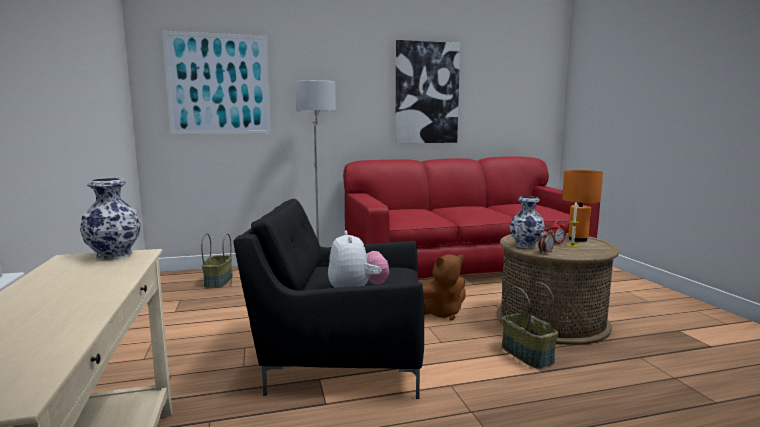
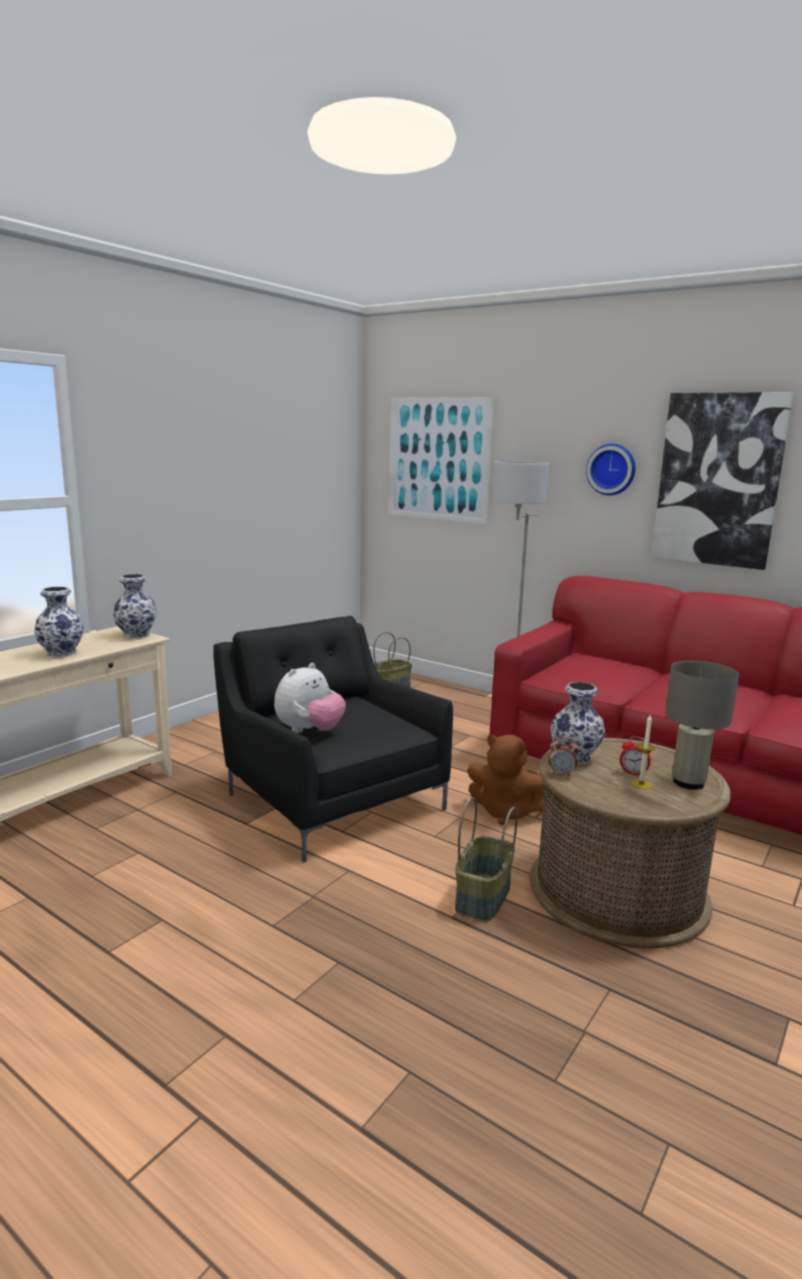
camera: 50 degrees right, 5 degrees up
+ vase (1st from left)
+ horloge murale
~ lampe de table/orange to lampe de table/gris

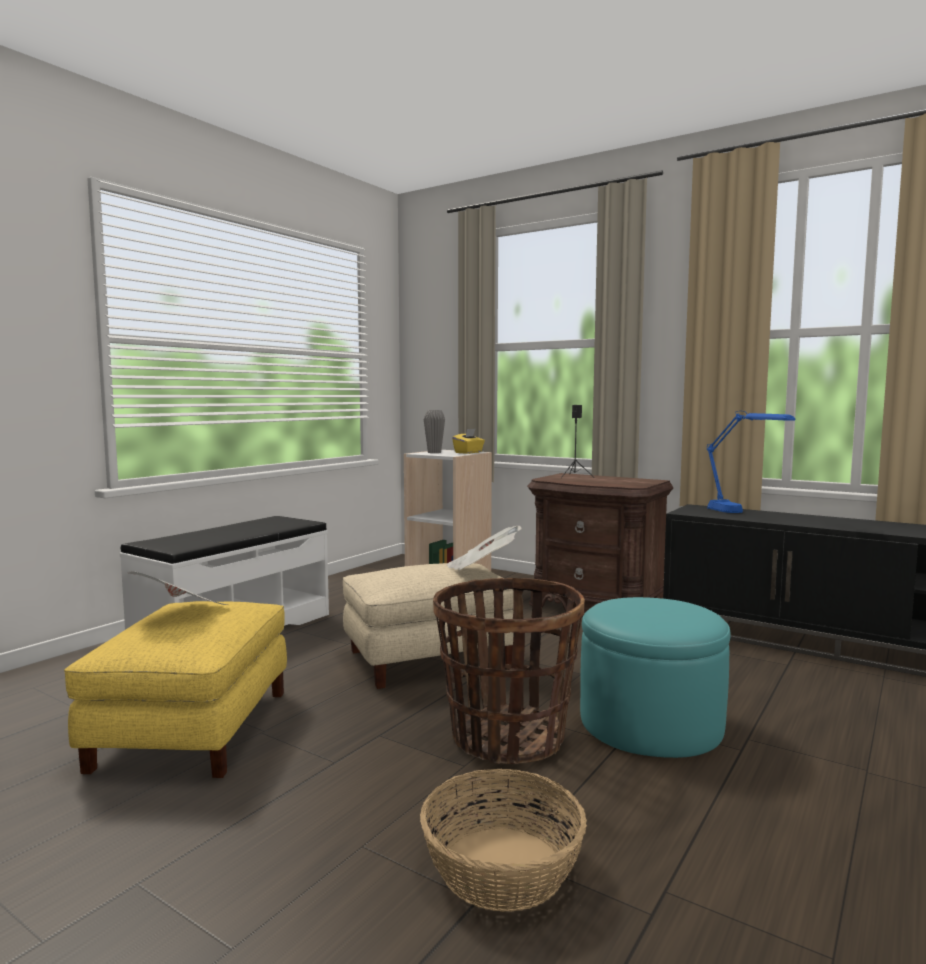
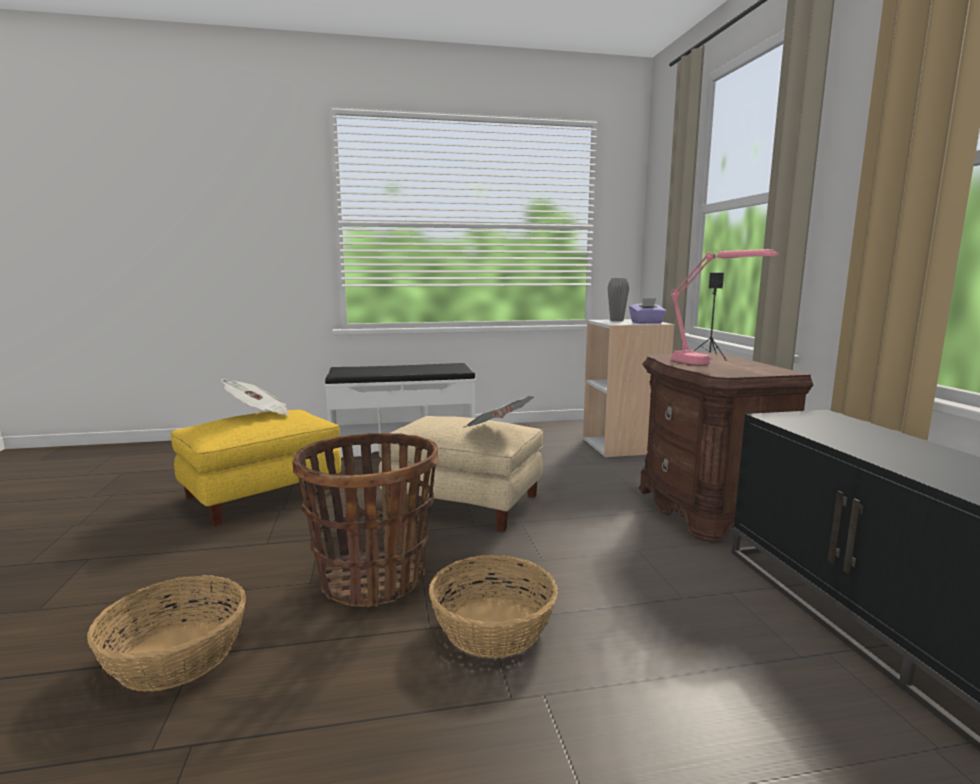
camera: 45 degrees right, 5 degrees up
~ pouf/turquoise to panier (3rd from left)
~ boîte à mouchoirs/jaune to boîte à mouchoirs/violet
+ lampe de table/rose
- lampe de table/bleu

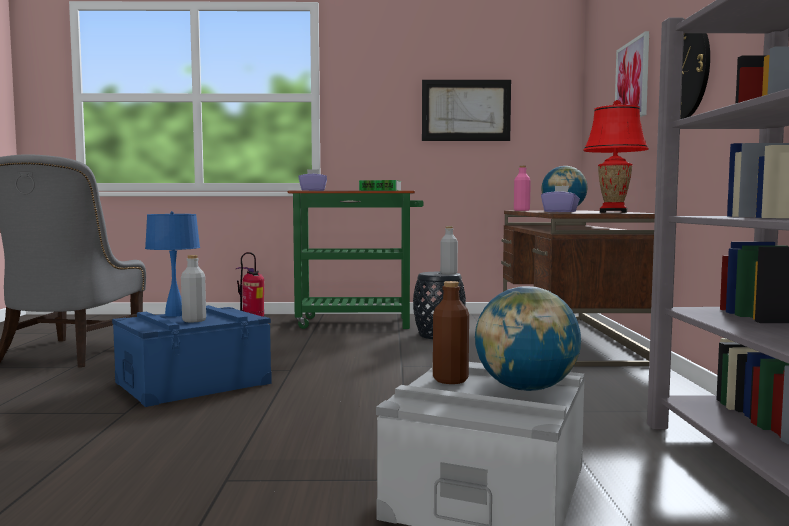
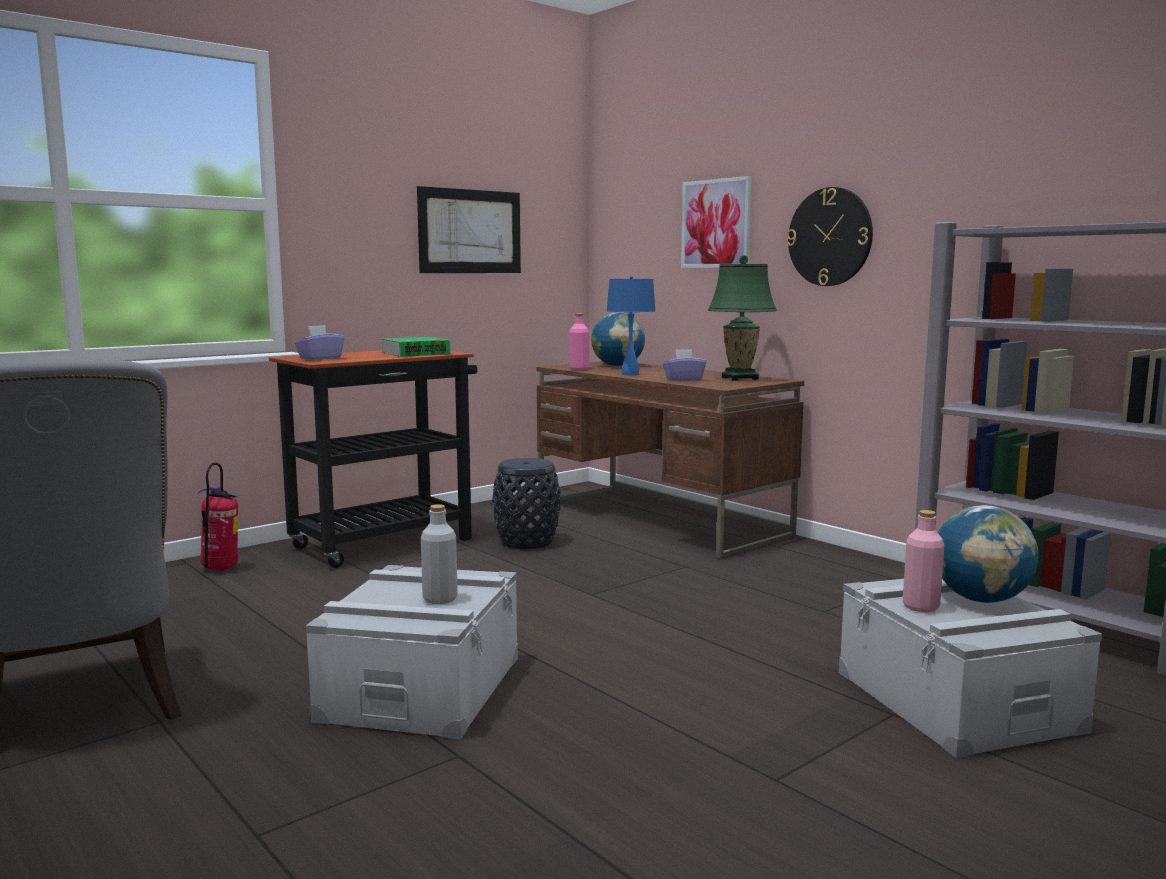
camera: 40 degrees left, 5 degrees up
~ chariot/vert to chariot/noir
~ boîte de rangement/bleu to boîte de rangement/gris (1st from left)
~ lampe de table/bleu
~ lampe de table/rouge to lampe de table/vert
~ bouteille/marron to bouteille/rose (2nd from left)
- bouteille/gris (2nd from left)

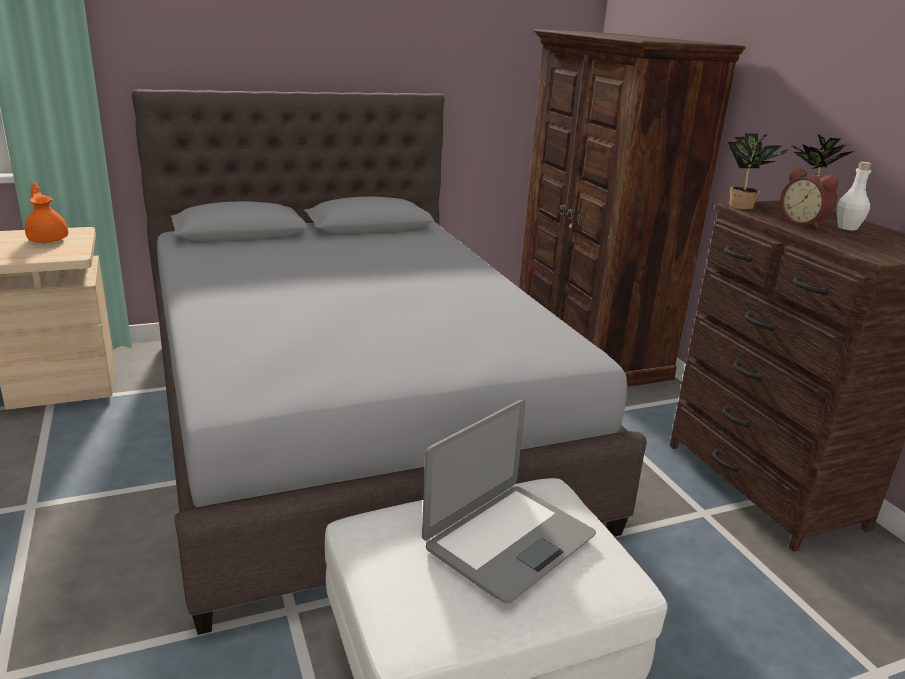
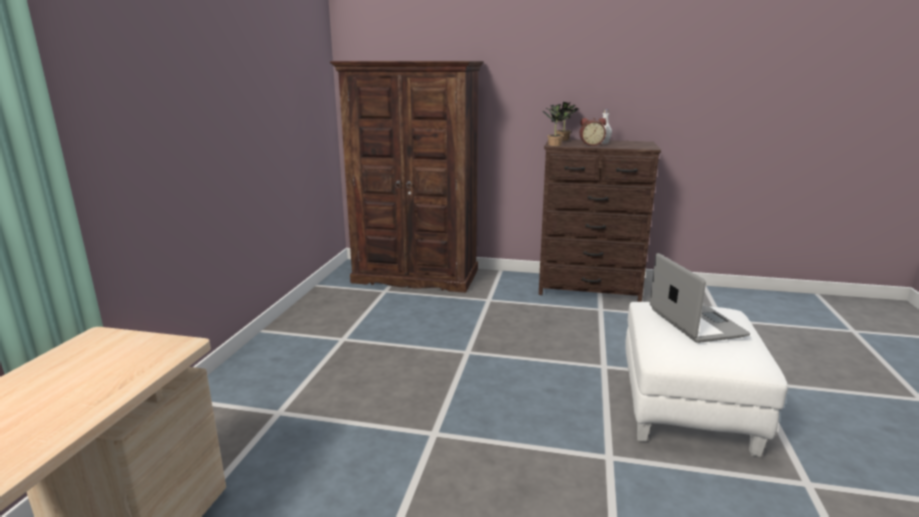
camera: 55 degrees left, 5 degrees down
- théière/orange
- lit/gris

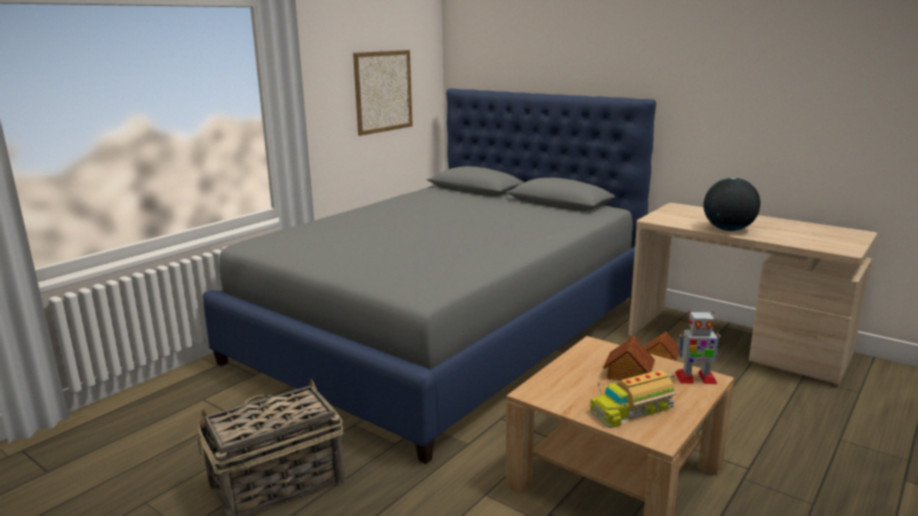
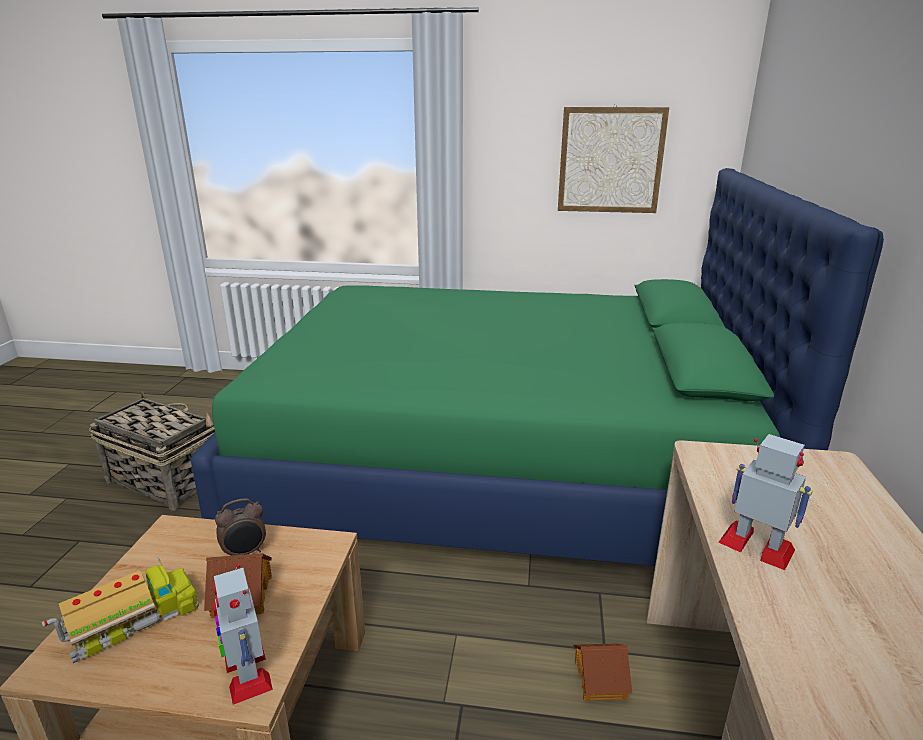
camera: 60 degrees right, 5 degrees up
~ camion jouet 105 degrees clockwise
~ lit/gris to lit/vert
+ réveil
~ globe to robot jouet (2nd from left)

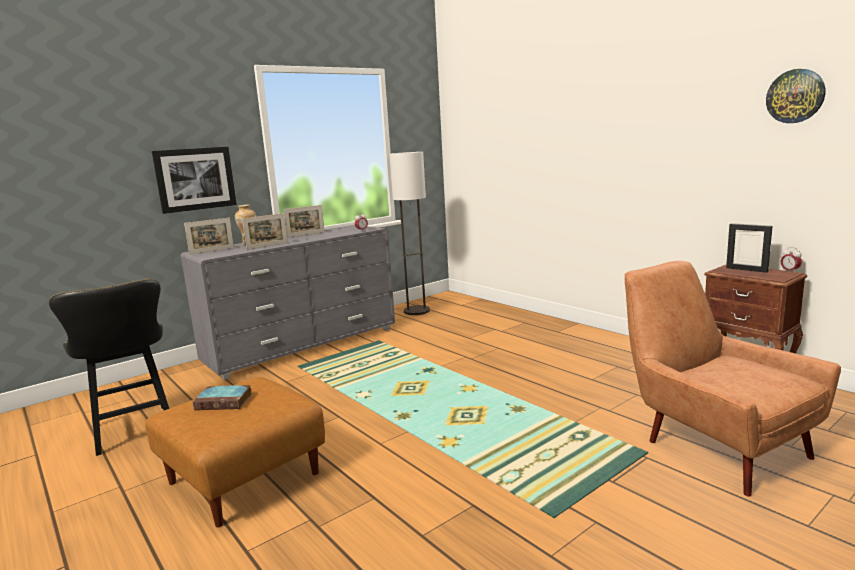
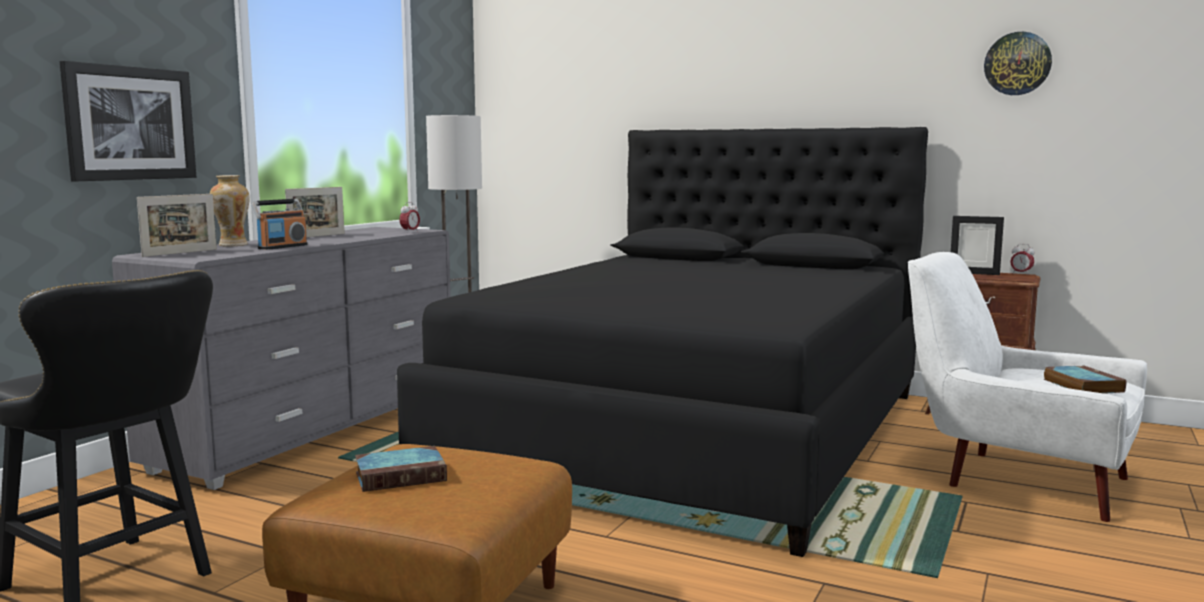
camera: 25 degrees left, 5 degrees down
~ cadre photo (2nd from left) to radio
+ lit/noir
~ fauteuil/marron to fauteuil/blanc
+ livre (2nd from left)

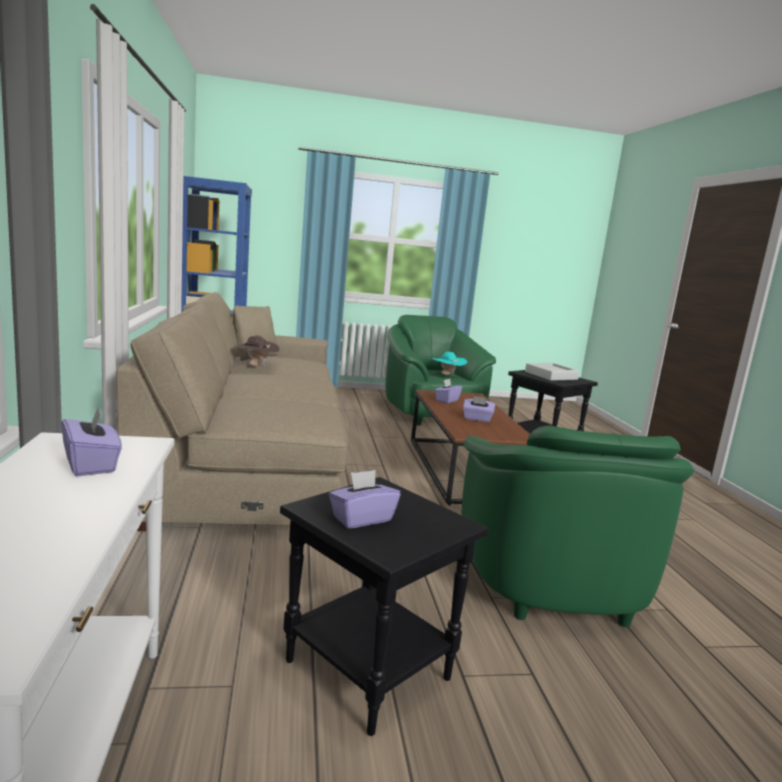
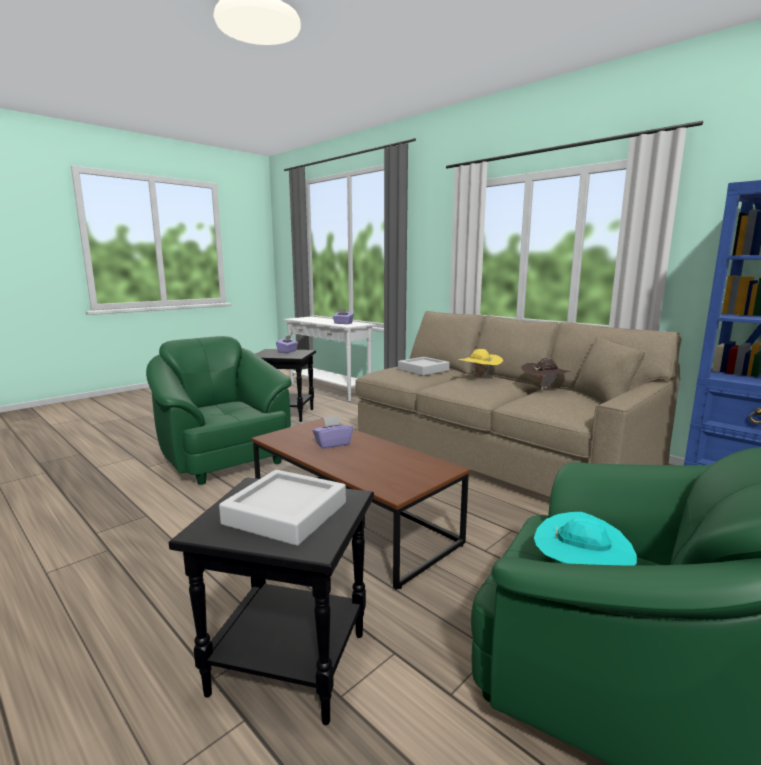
camera: 145 degrees right, 0 degrees up
+ plateau/gris (2nd from left)
+ chapeau/jaune
- boîte à mouchoirs/violet (3rd from left)

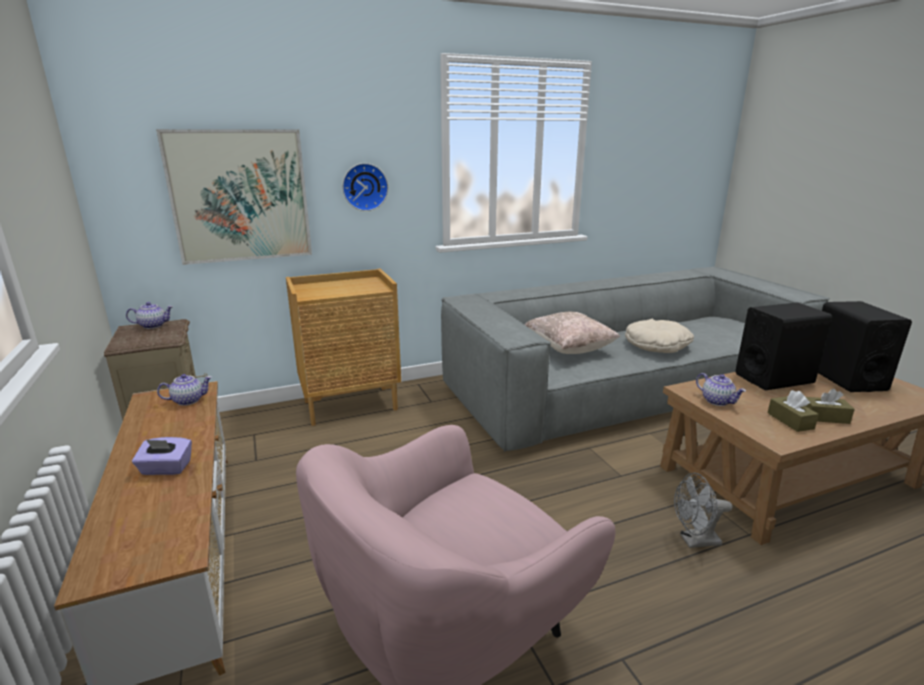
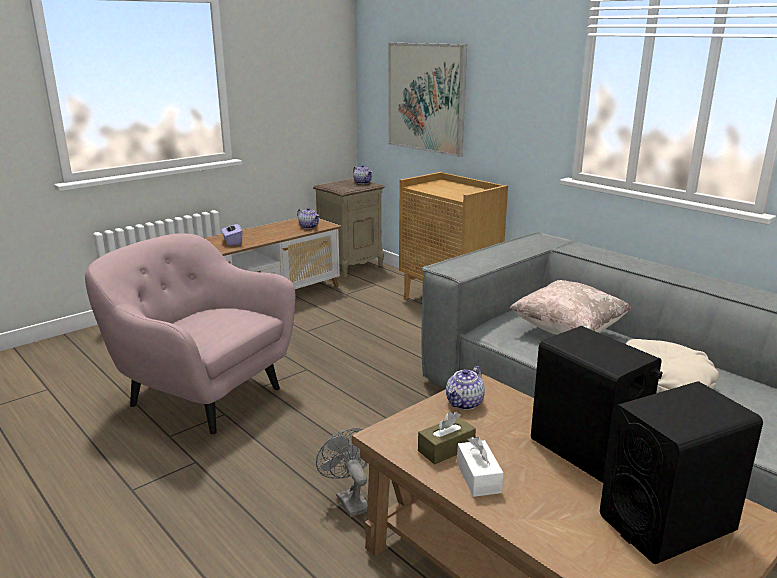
camera: 70 degrees right, 0 degrees up
~ boîte à mouchoirs/marron (2nd from left) to boîte à mouchoirs/blanc
- horloge murale

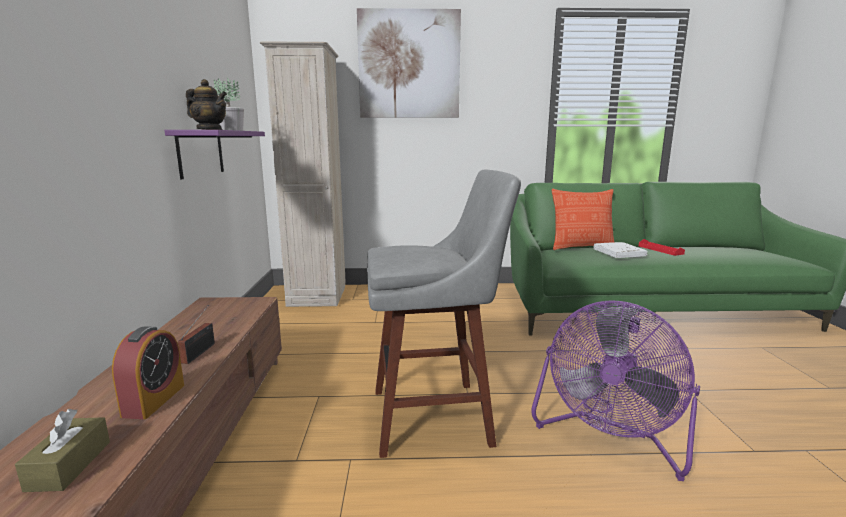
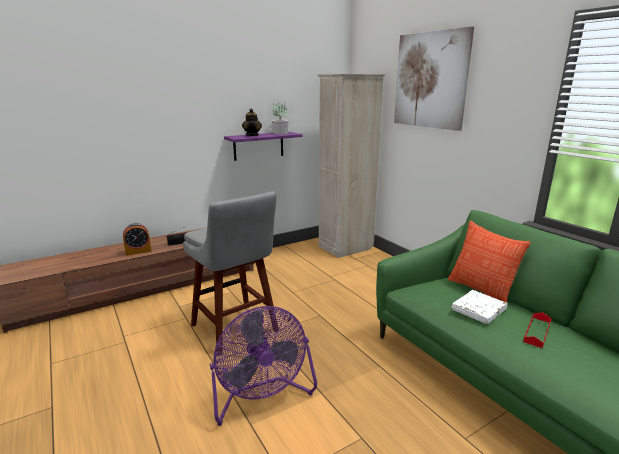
camera: 60 degrees right, 5 degrees up
~ ventilateur/violet 120 degrees counterclockwise
- boîte à mouchoirs/marron

